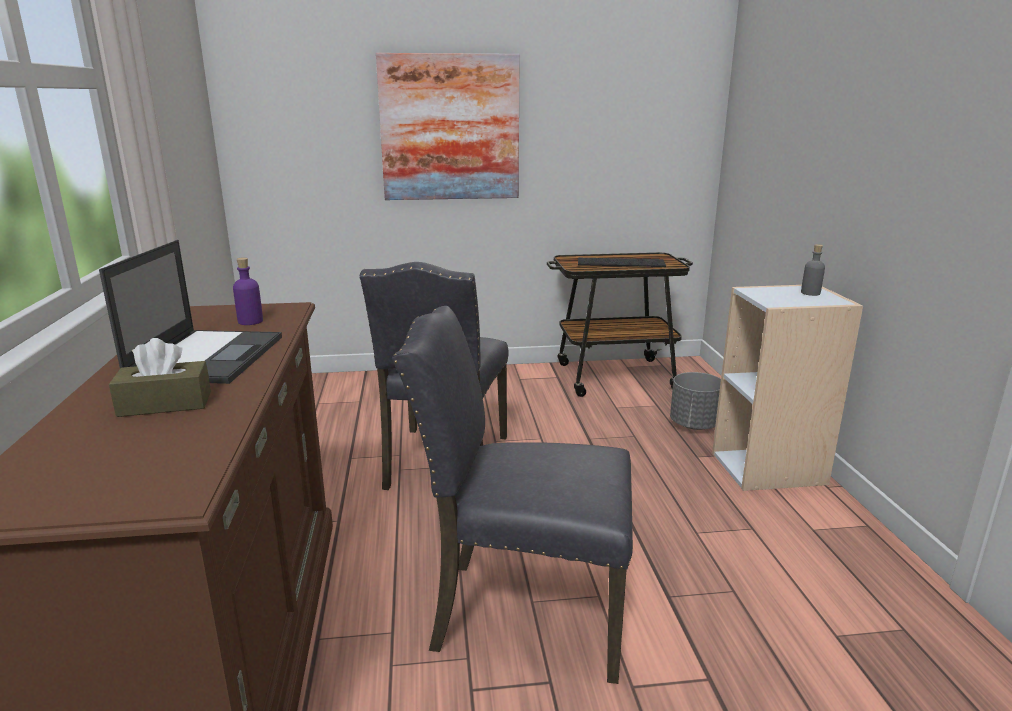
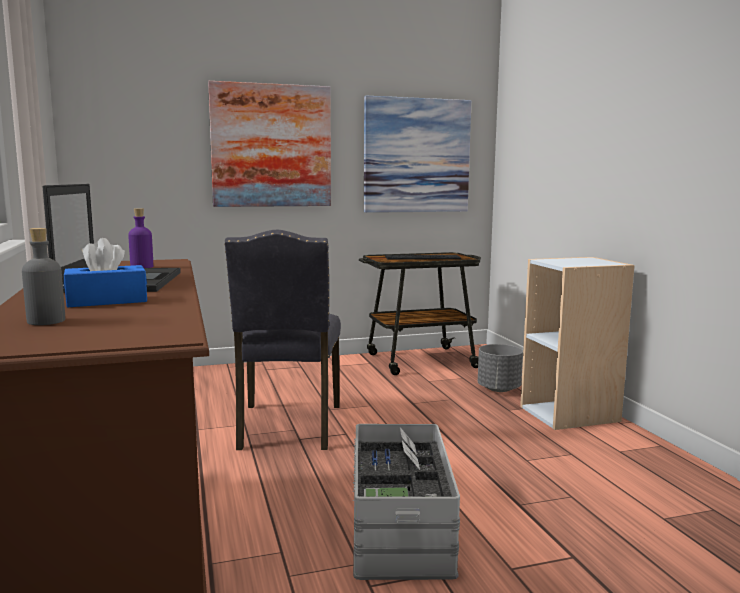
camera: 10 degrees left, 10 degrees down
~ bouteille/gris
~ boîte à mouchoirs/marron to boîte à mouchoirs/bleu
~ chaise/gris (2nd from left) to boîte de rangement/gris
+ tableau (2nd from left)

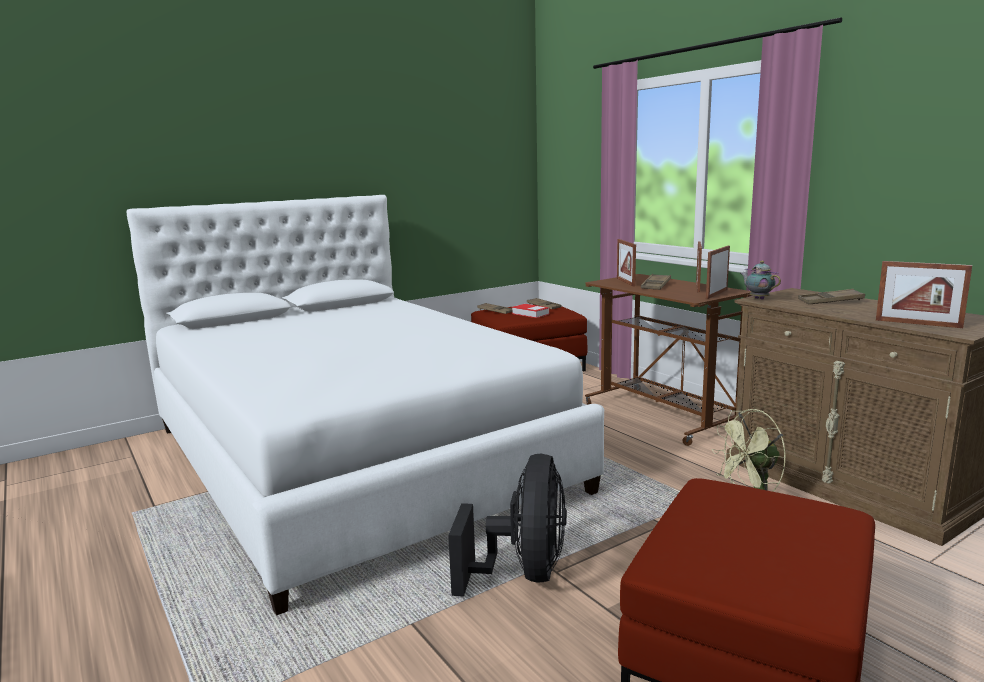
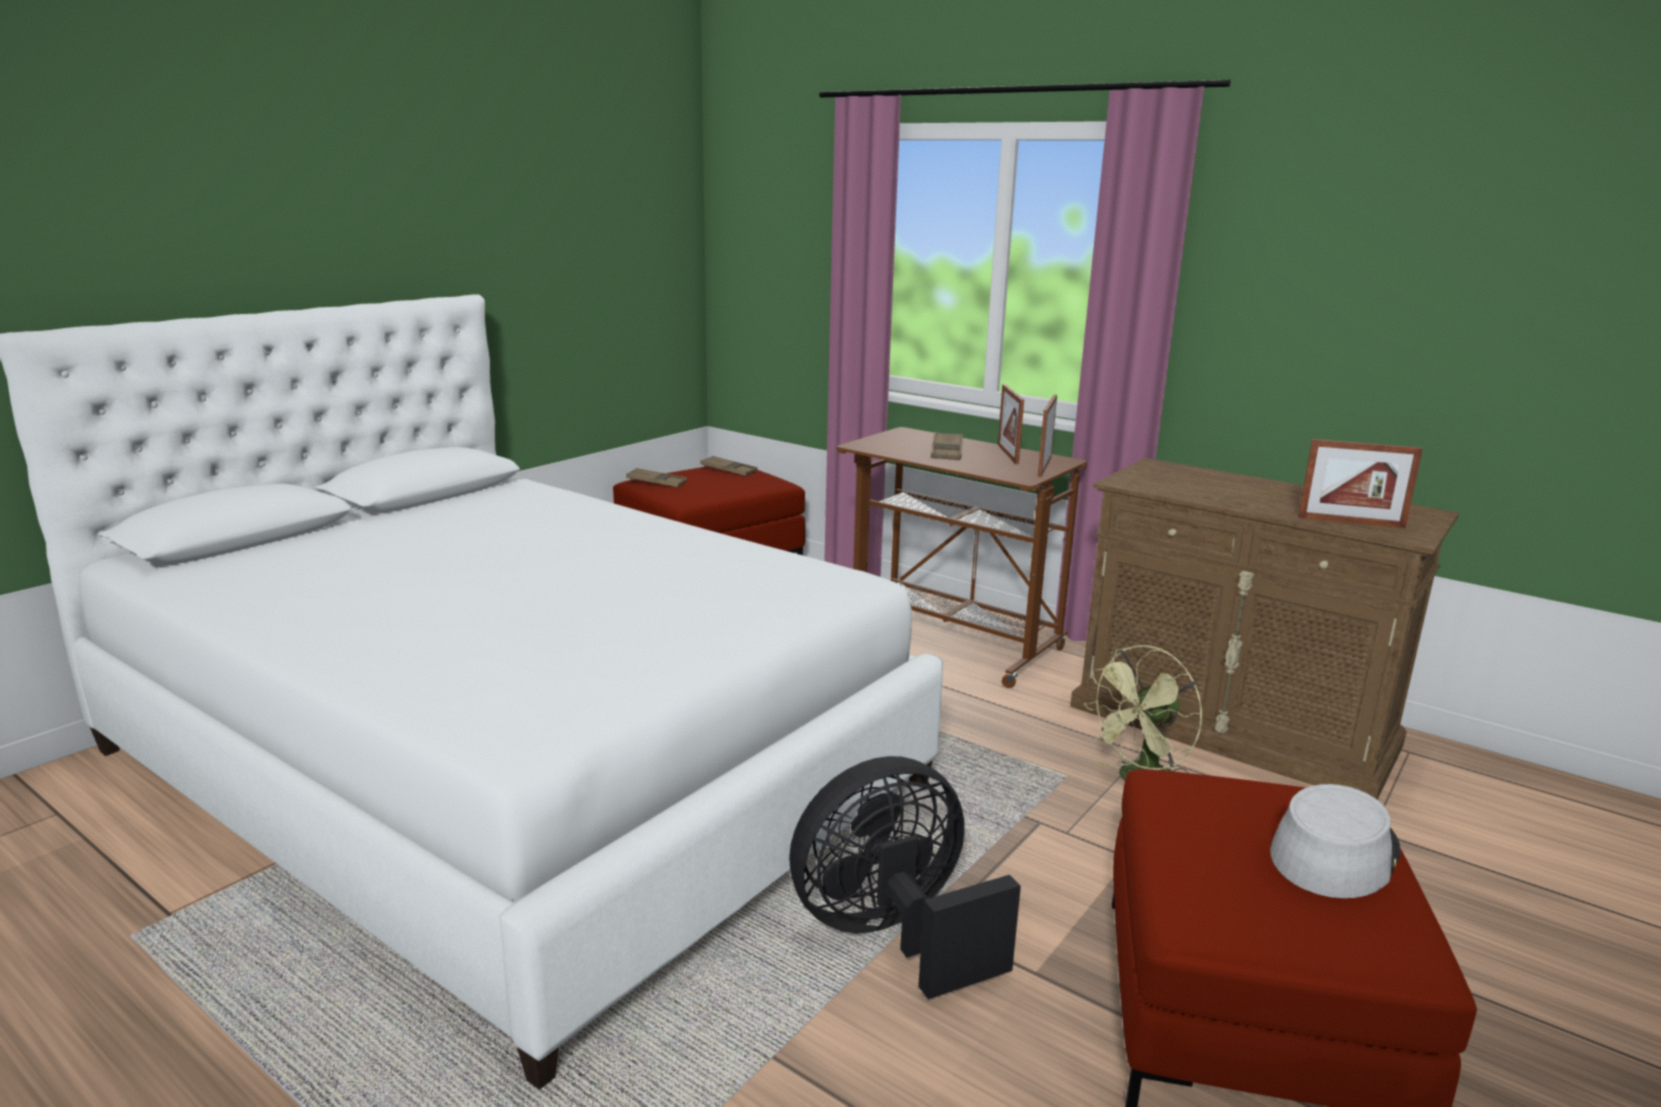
camera: 20 degrees left, 5 degrees up
~ ventilateur/noir 105 degrees counterclockwise
+ chapeau/gris
- livre
- cadre photo (1st from left)
- théière
- plateau/marron (4th from left)

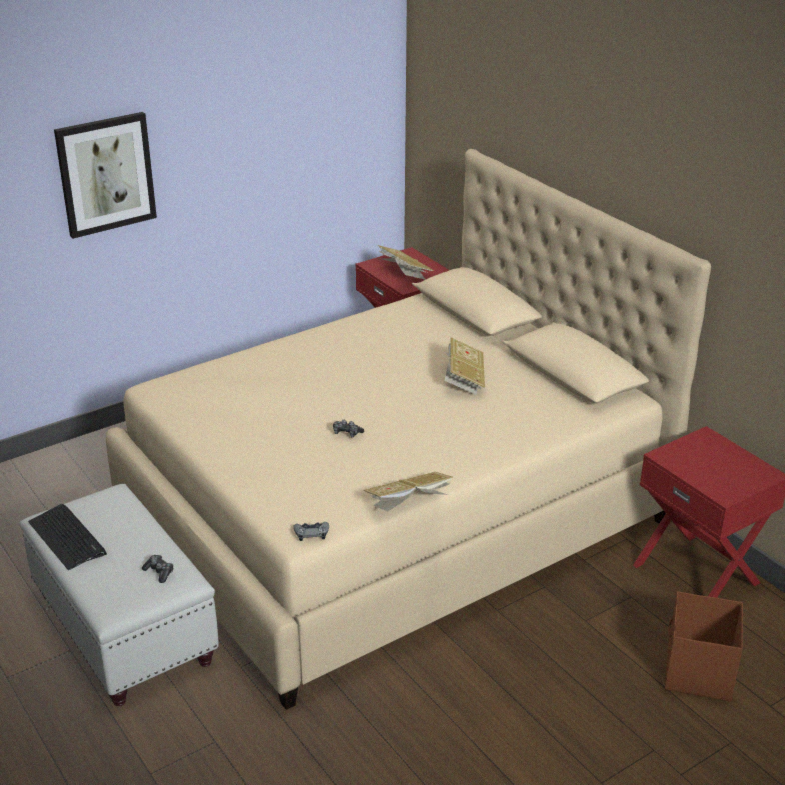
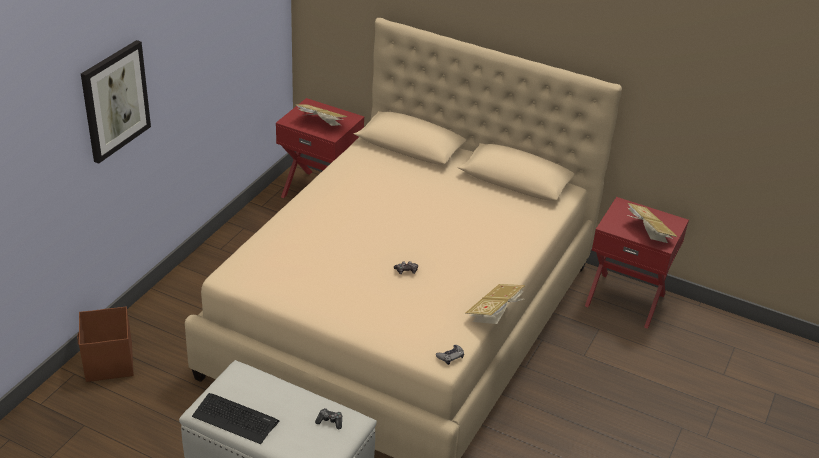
camera: 30 degrees left, 5 degrees up
~ boîte de rangement/marron
~ livre (3rd from left)

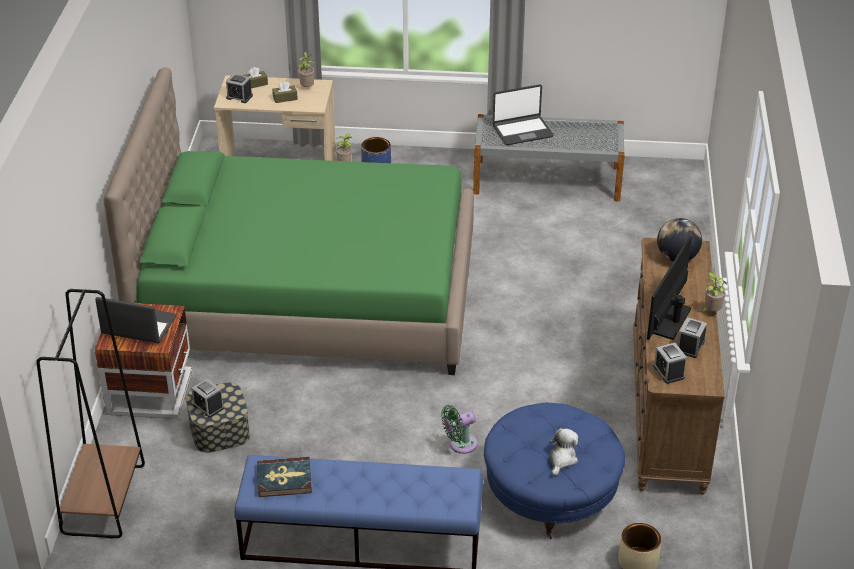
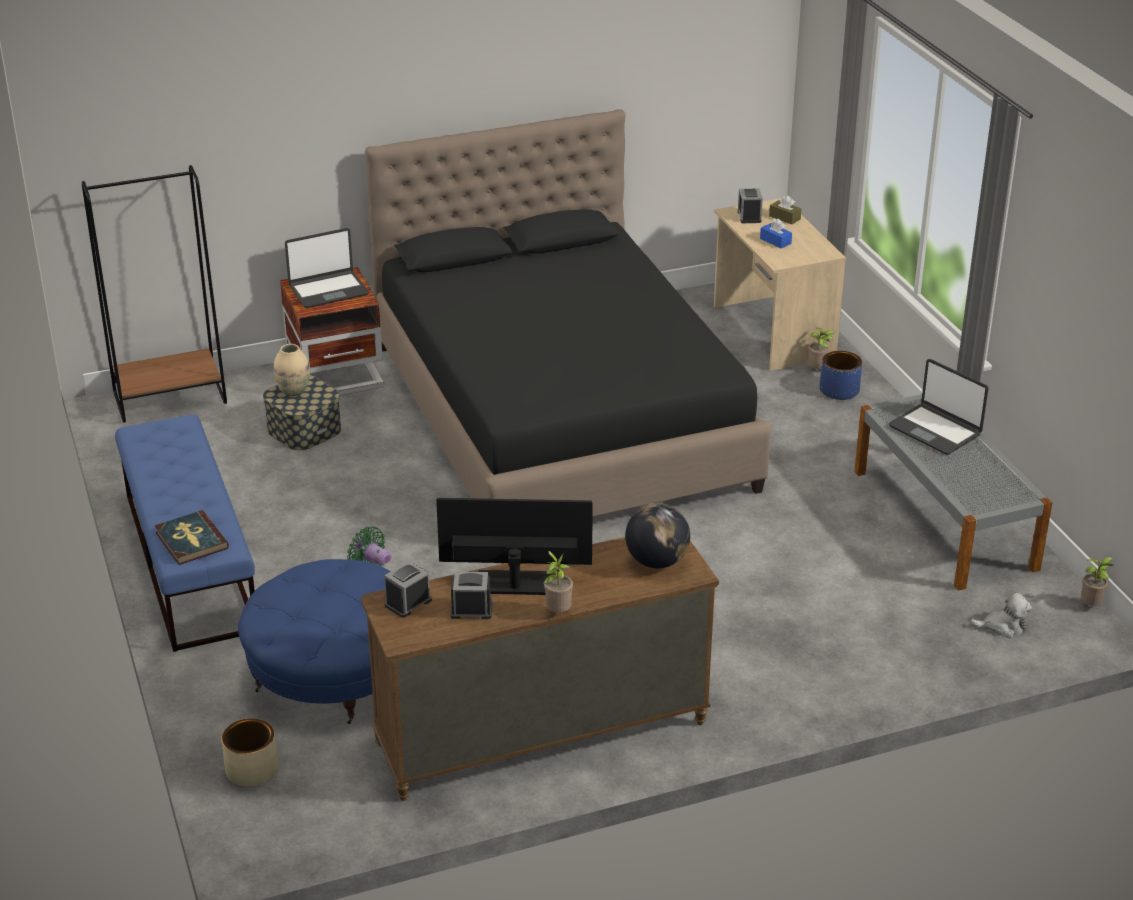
camera: 65 degrees right, 5 degrees down
~ livre
~ réveil (1st from left) to vase/beige
~ ordinateur portable (1st from left) 75 degrees clockwise
~ lit/vert to lit/noir
~ boîte à mouchoirs/marron (2nd from left) to boîte à mouchoirs/bleu
~ peluche
~ plante en pot (1st from left in the first image) to plante en pot (3rd from left)

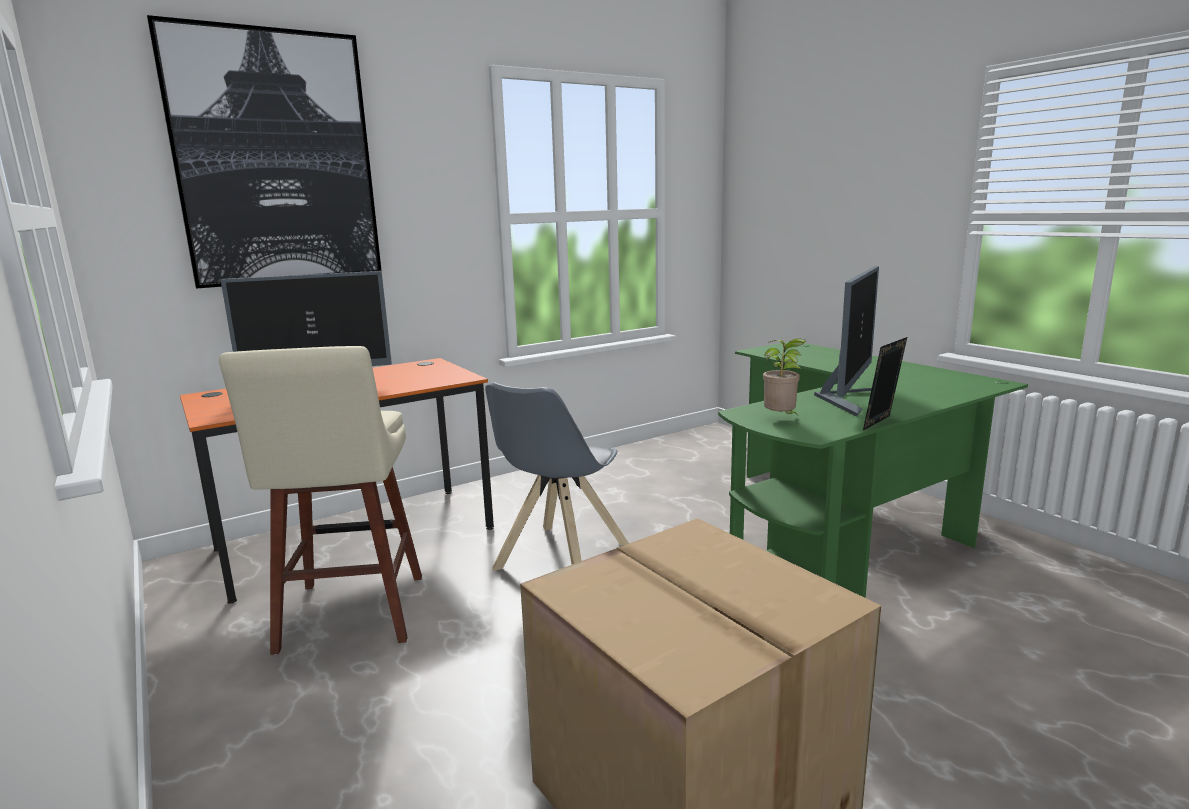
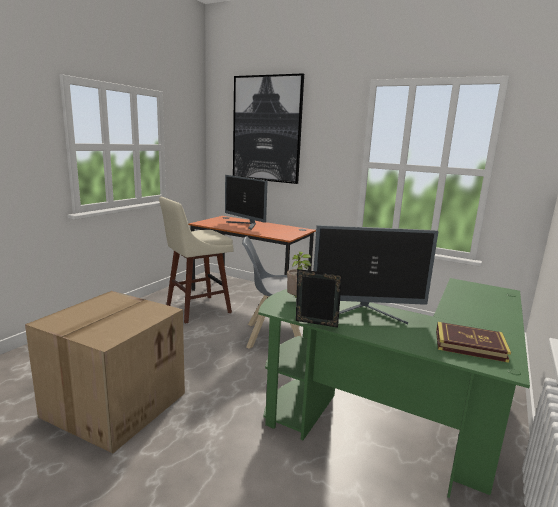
camera: 60 degrees right, 0 degrees up
+ livre

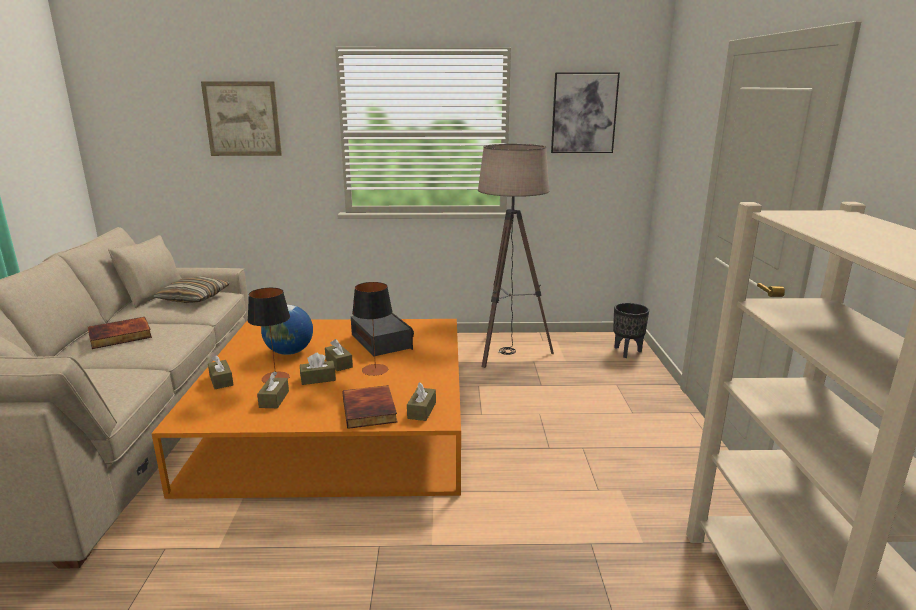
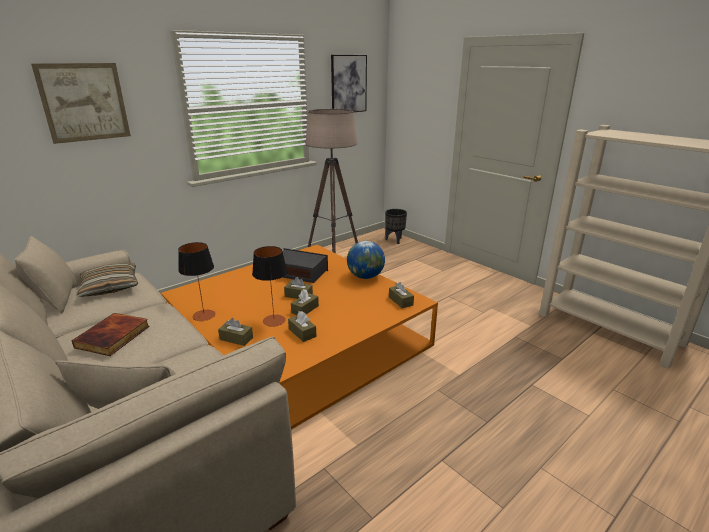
camera: 40 degrees left, 5 degrees up
~ lampe de table (2nd from left in the first image) to lampe de table (1st from left)
~ globe
- livre (2nd from left)

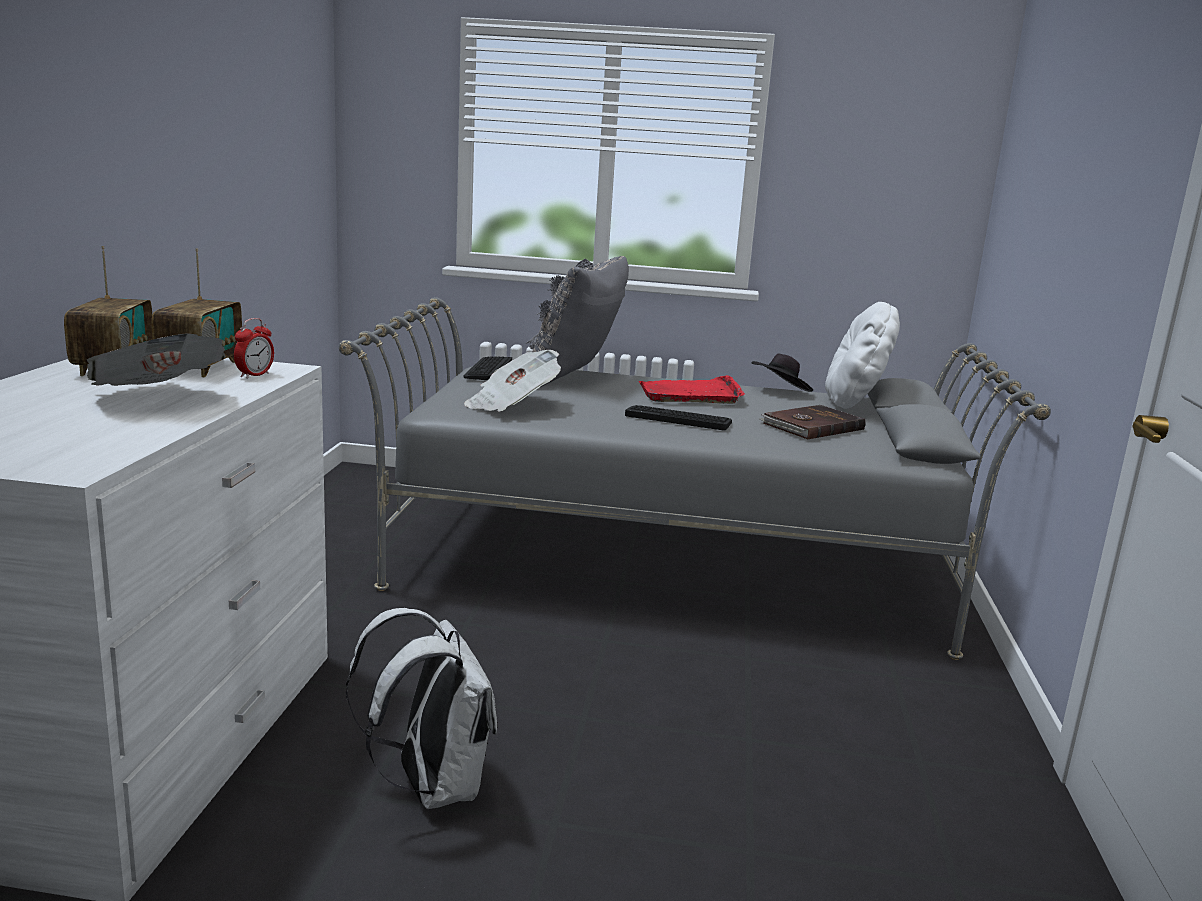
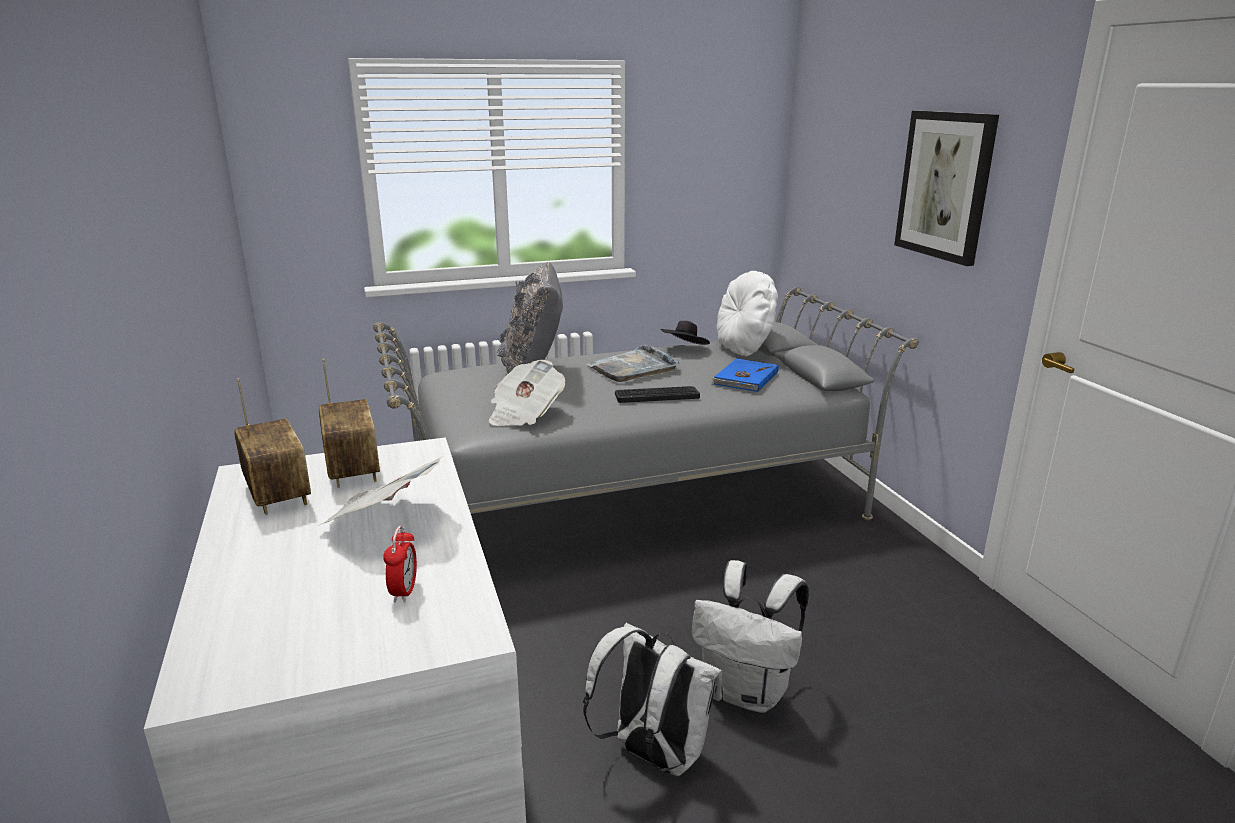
camera: 25 degrees left, 5 degrees up
~ réveil
~ plateau/rouge to plateau/gris
+ sac à dos/blanc (2nd from left)
~ livre/marron to livre/bleu
+ tableau
- clavier (1st from left)

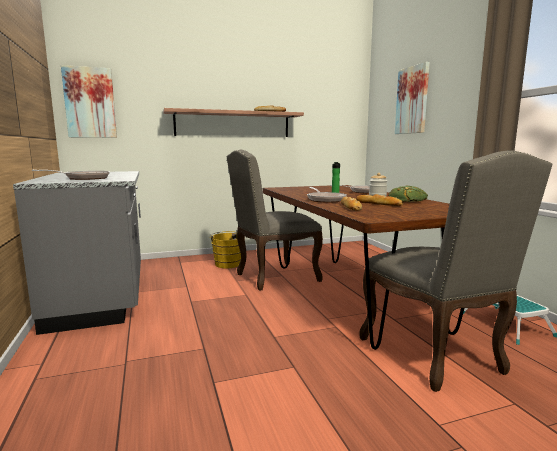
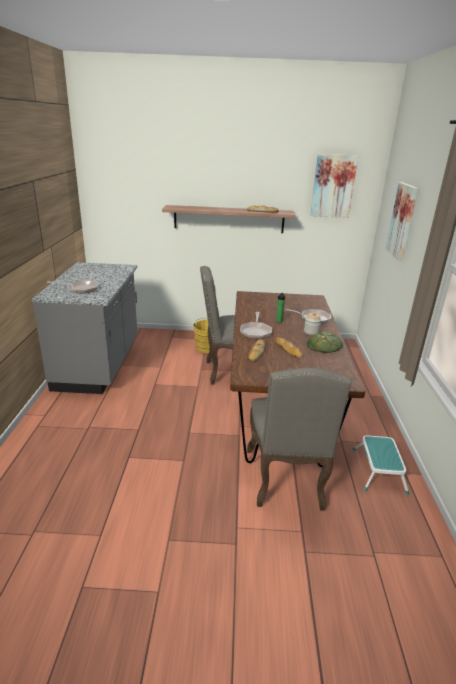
camera: 20 degrees right, 15 degrees up
~ tableau (1st from left)

